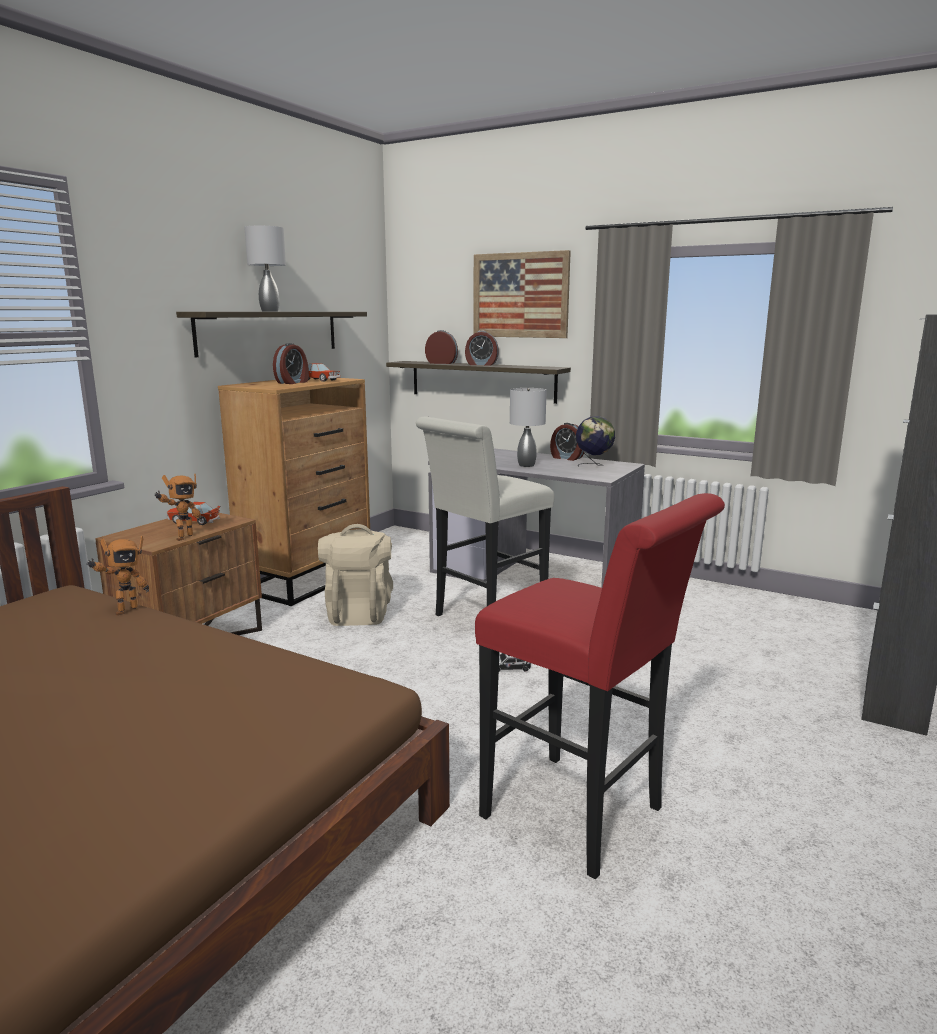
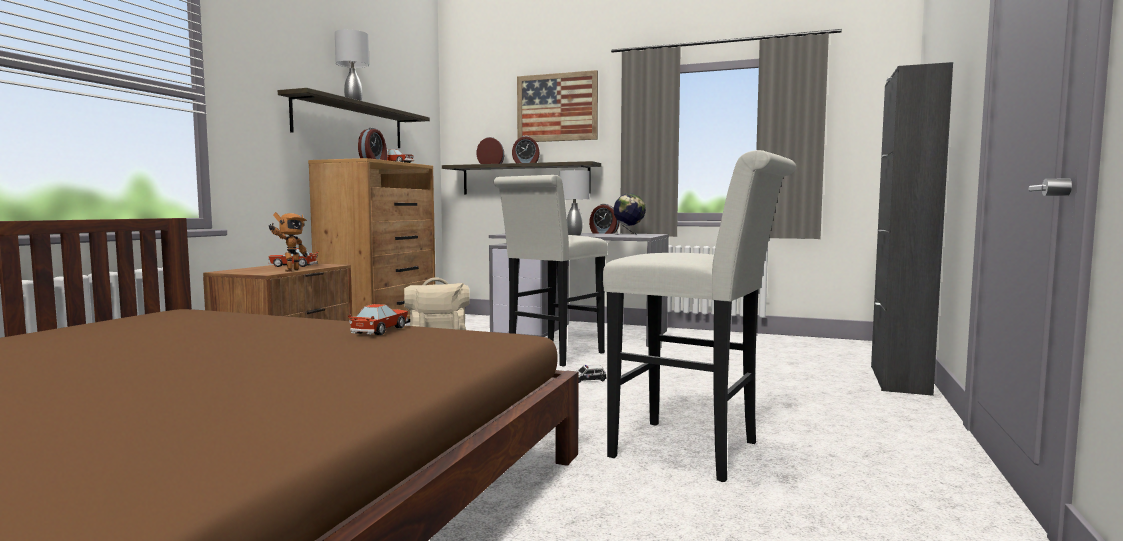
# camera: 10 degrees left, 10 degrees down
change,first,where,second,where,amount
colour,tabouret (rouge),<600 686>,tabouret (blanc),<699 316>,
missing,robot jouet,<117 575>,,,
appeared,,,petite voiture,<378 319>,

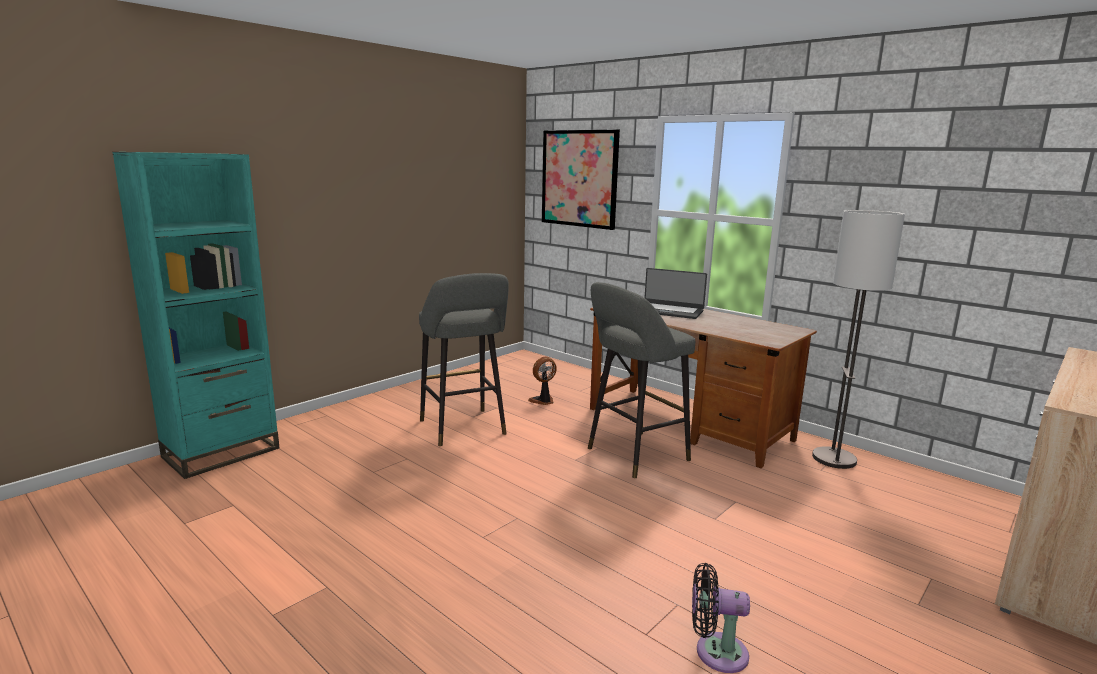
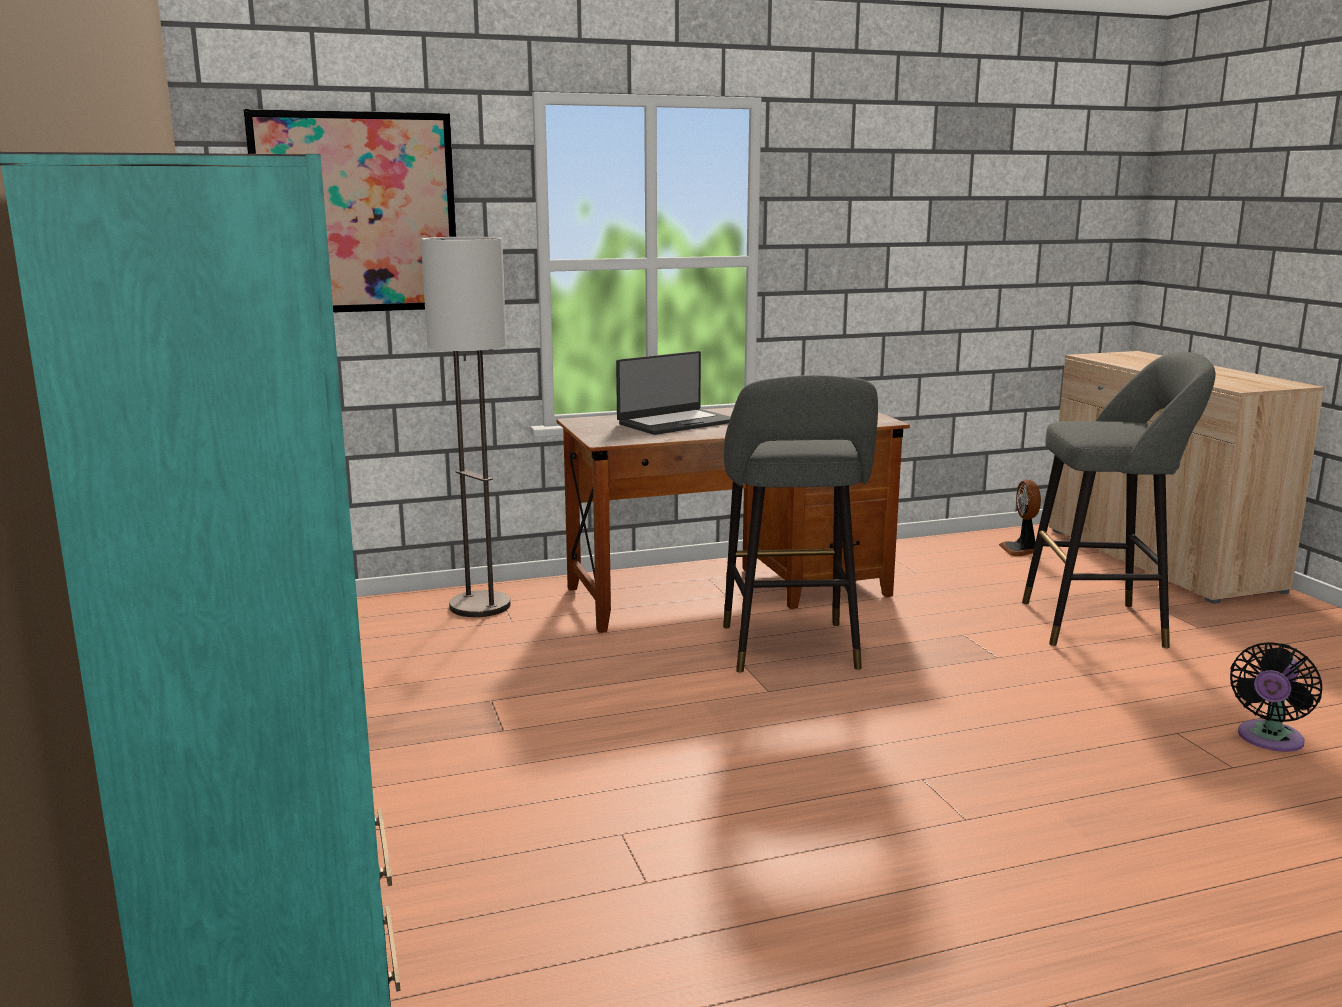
# camera: 60 degrees left, 0 degrees up
change,first,where,second,where,amount
relocated,lampadaire,<858 339>,,<465 427>,
relocated,tabouret (gris),<464 359>,,<1119 500>,
relocated,ventilateur,<542 381>,,<1020 517>,

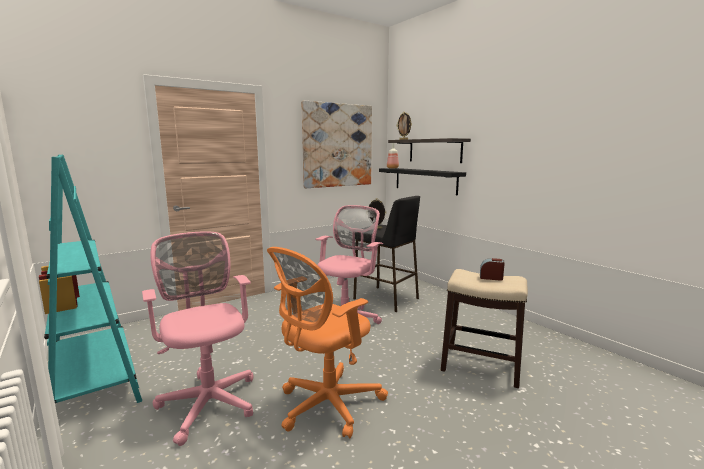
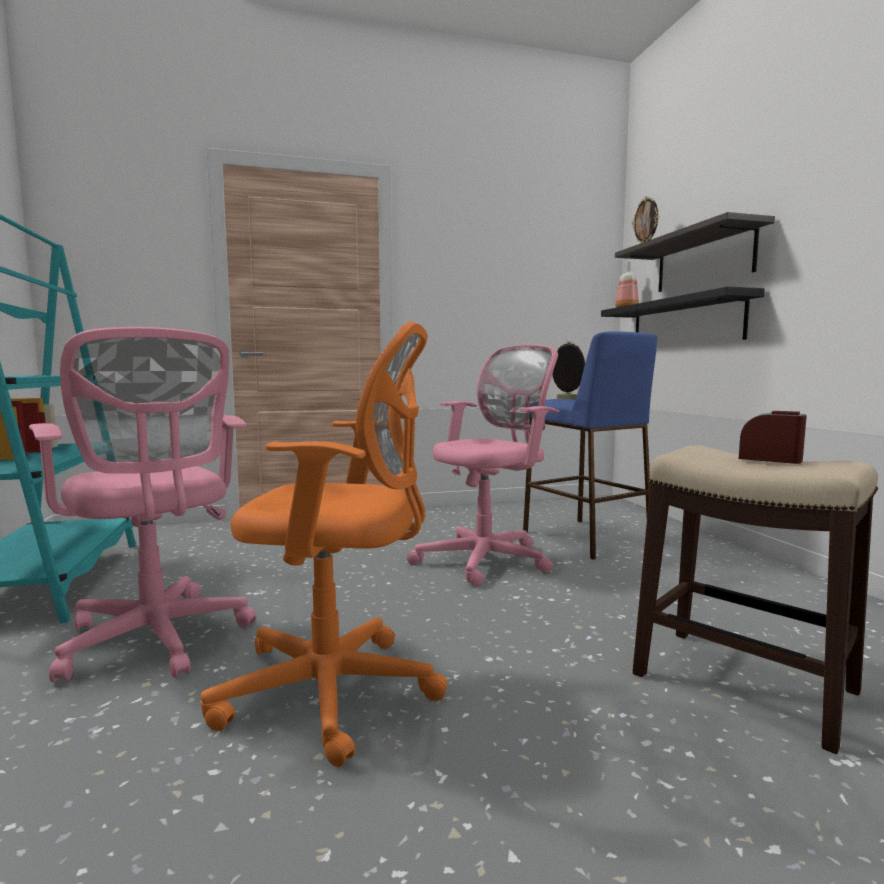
# camera: 20 degrees right, 5 degrees down
change,first,where,second,where,amount
missing,tableau,<336 144>,,,
colour,tabouret (noir),<386 254>,tabouret (bleu),<590 445>,
spun,chaise de bureau (rose),<197 338>,,<142 504>,150 degrees clockwise
spun,chaise de bureau (orange),<327 342>,,<324 544>,150 degrees counterclockwise

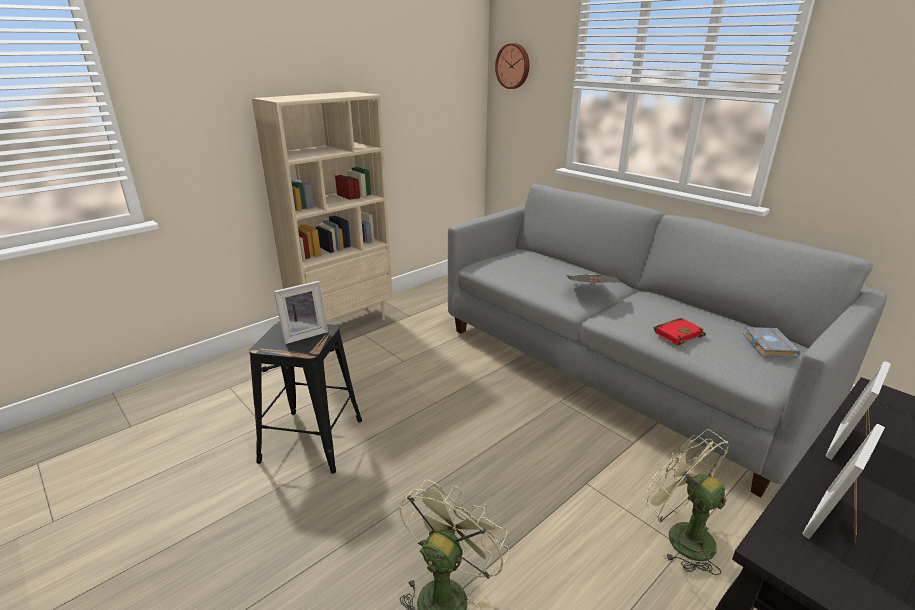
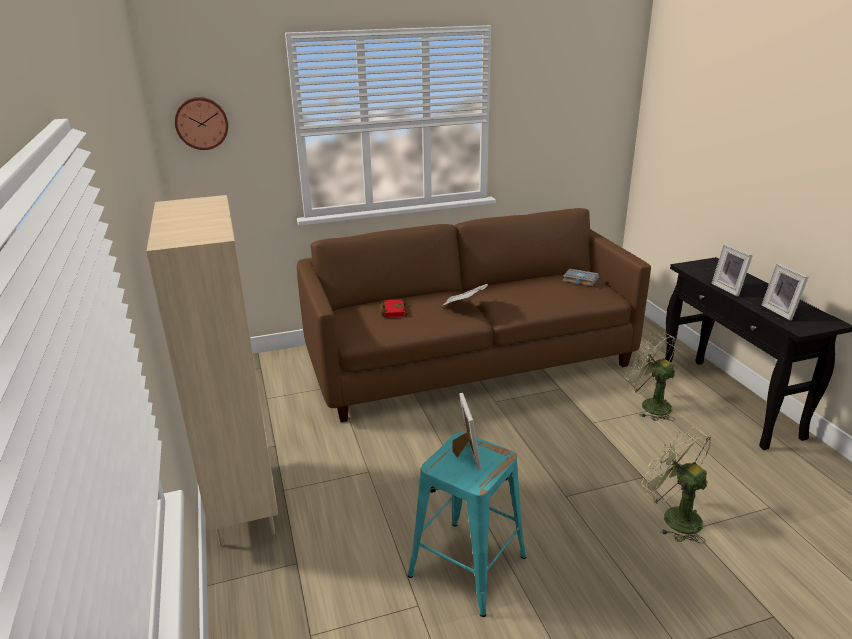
# camera: 65 degrees left, 0 degrees up
change,first,where,second,where,amount
colour,canapé (gris),<667 340>,canapé (marron),<474 315>,
relocated,livre (rouge),<680 331>,,<394 308>,
colour,tabouret (noir),<305 397>,tabouret (turquoise),<467 524>,
spun,ventilateur (vert),<686 502>,,<650 376>,60 degrees clockwise

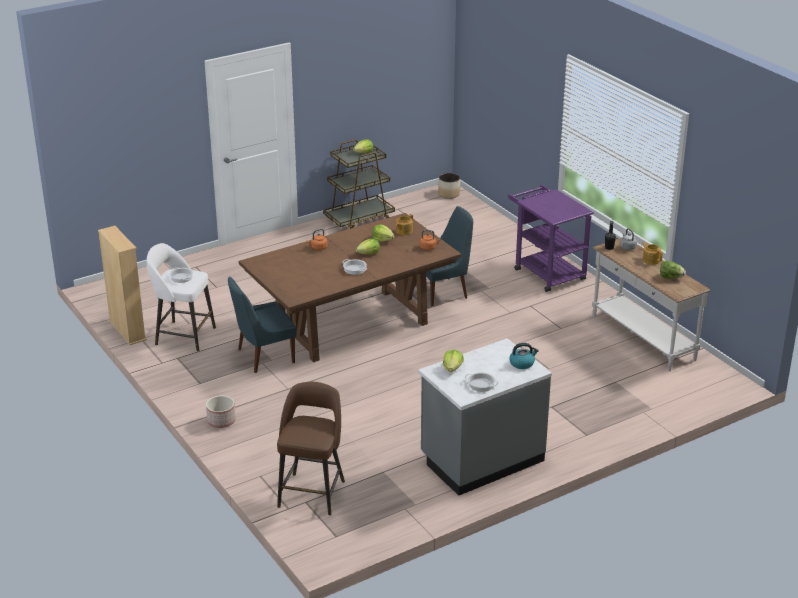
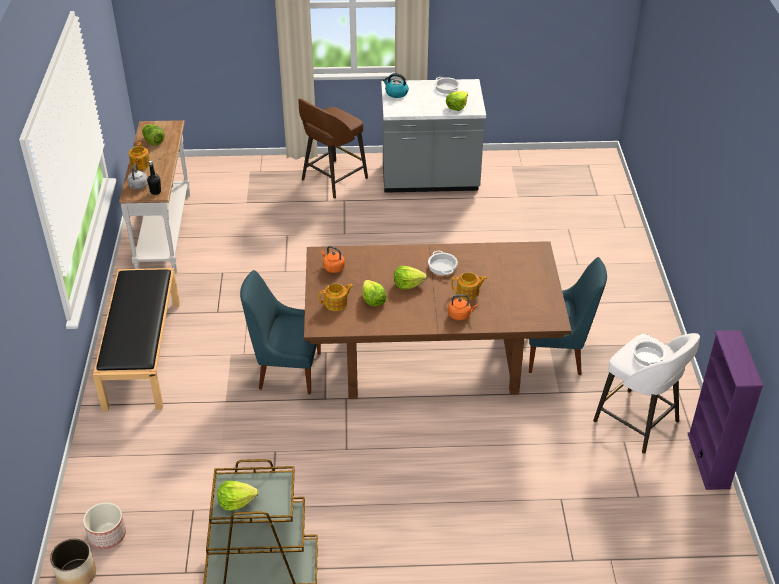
# camera: 150 degrees left, 10 degrees up
change,first,where,second,where,amount
exchanged,chariot (violet),<551 238>,banc (noir),<136 339>,
colour,bibliothèque (beige),<122 285>,bibliothèque (violet),<726 410>,
relocated,tabouret (marron),<311 448>,,<333 148>,
relocated,cache-pot,<221 412>,,<104 525>,
appeared,,,théière,<469 286>,

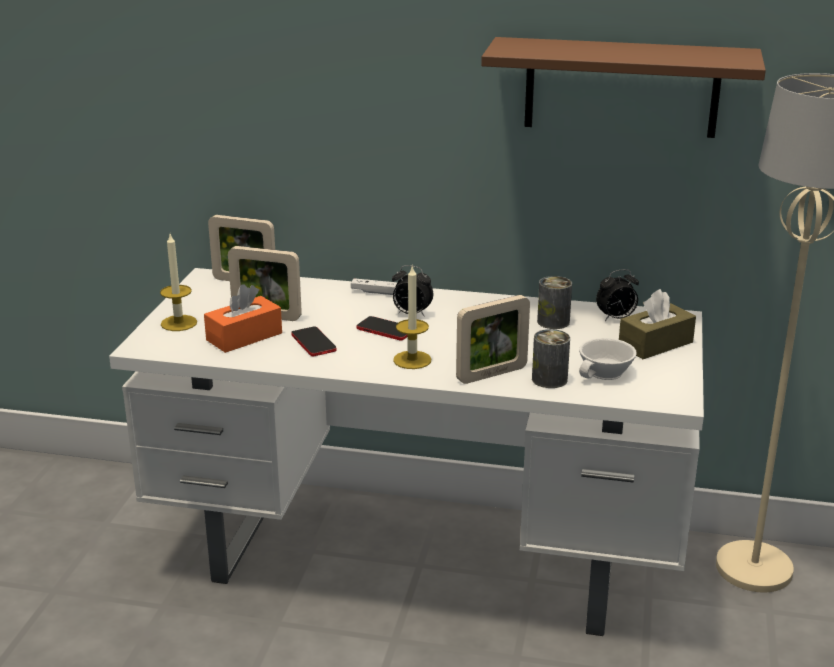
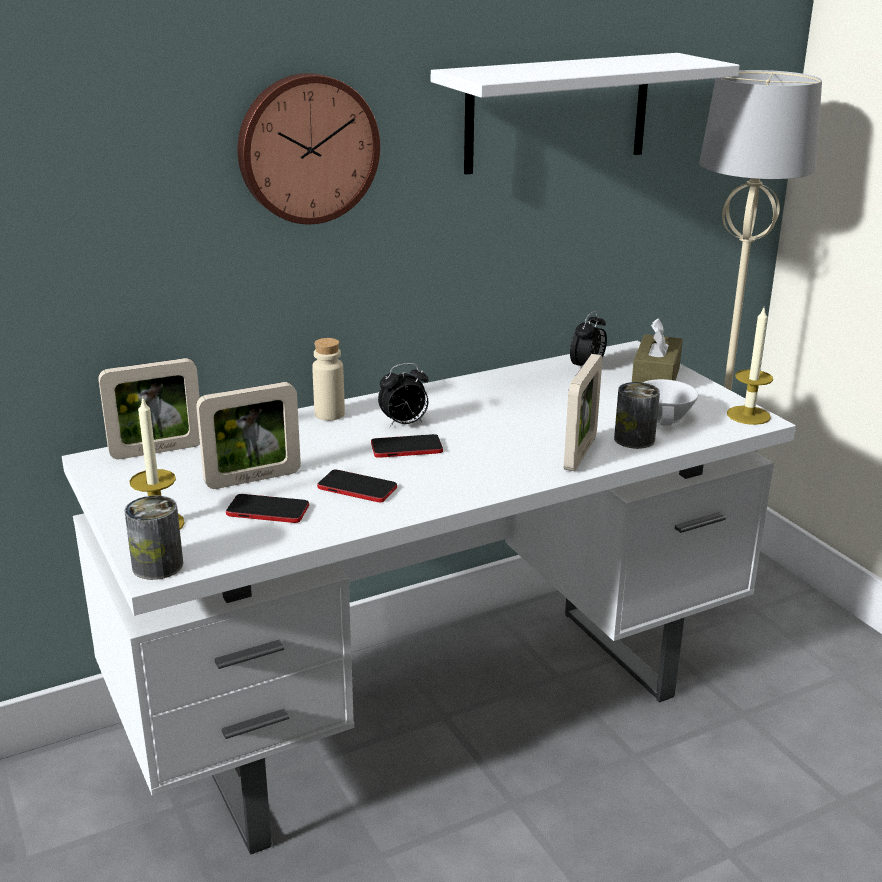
# camera: 40 degrees left, 0 degrees up
change,first,where,second,where,amount
colour,étagère (marron),<623 87>,étagère (blanc),<585 114>,
relocated,bougie,<412 318>,,<750 366>,
relocated,boîte métallique,<554 302>,,<153 537>,
exchanged,manette (blanc),<374 286>,bouteille (beige),<328 379>,
exchanged,boîte à mouchoirs (orange),<243 318>,téléphone,<267 508>,
appeared,,,horloge murale,<309 148>,

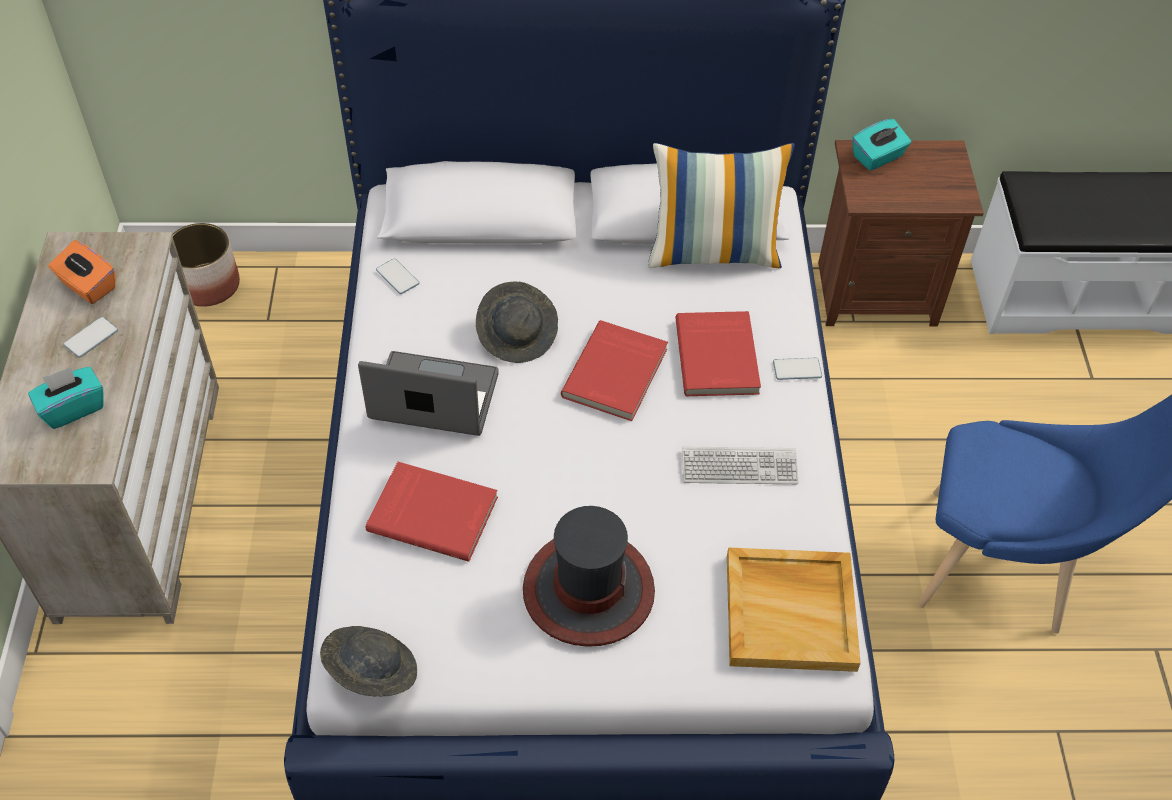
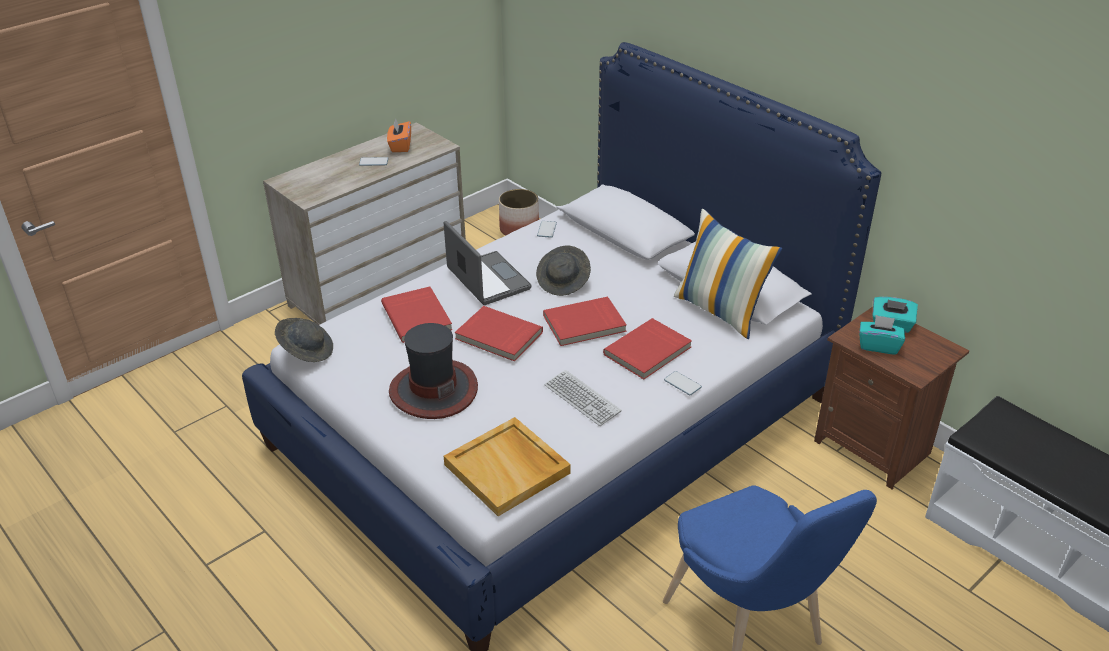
# camera: 50 degrees right, 15 degrees down
change,first,where,second,where,amount
relocated,boîte à mouchoirs (turquoise),<66 398>,,<882 335>,
appeared,,,livre (rouge),<499 333>,

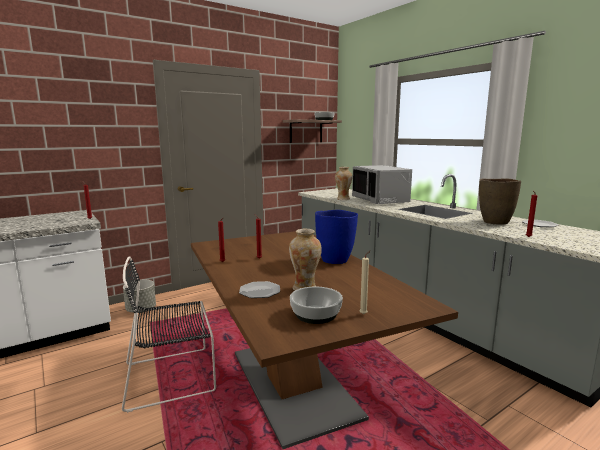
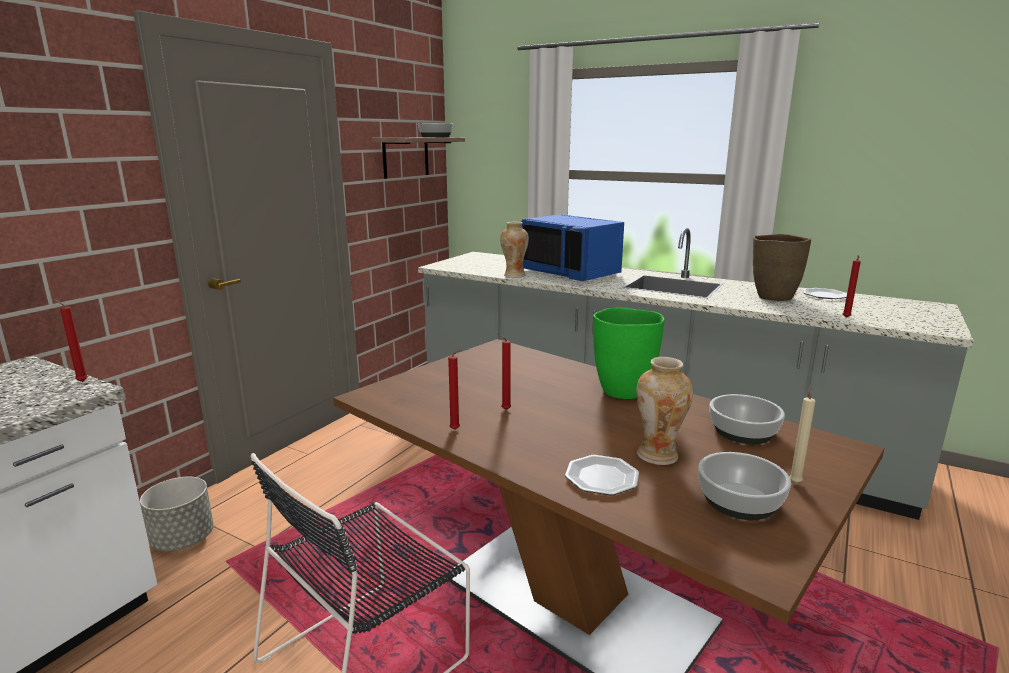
# camera: 25 degrees left, 5 degrees up
change,first,where,second,where,amount
colour,micro-ondes (gris),<382 184>,micro-ondes (bleu),<573 247>,
colour,vase (bleu),<336 237>,vase (vert),<629 353>,
appeared,,,bol,<747 419>,

